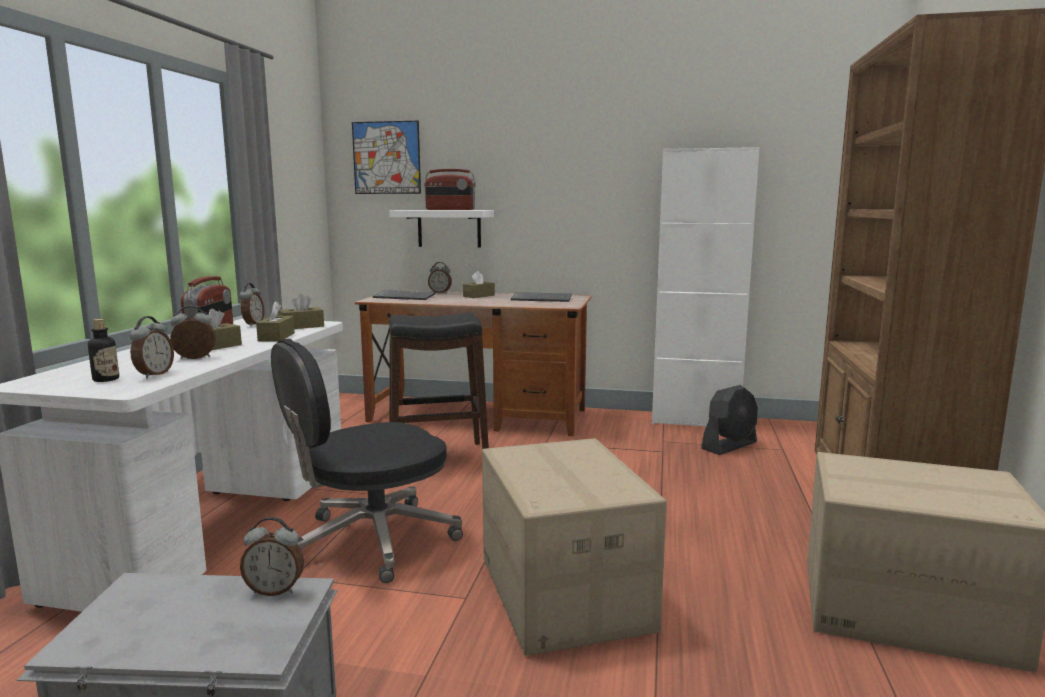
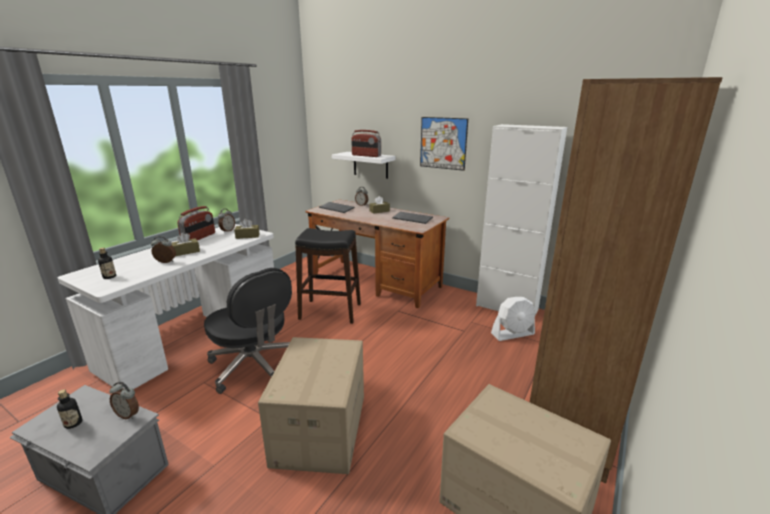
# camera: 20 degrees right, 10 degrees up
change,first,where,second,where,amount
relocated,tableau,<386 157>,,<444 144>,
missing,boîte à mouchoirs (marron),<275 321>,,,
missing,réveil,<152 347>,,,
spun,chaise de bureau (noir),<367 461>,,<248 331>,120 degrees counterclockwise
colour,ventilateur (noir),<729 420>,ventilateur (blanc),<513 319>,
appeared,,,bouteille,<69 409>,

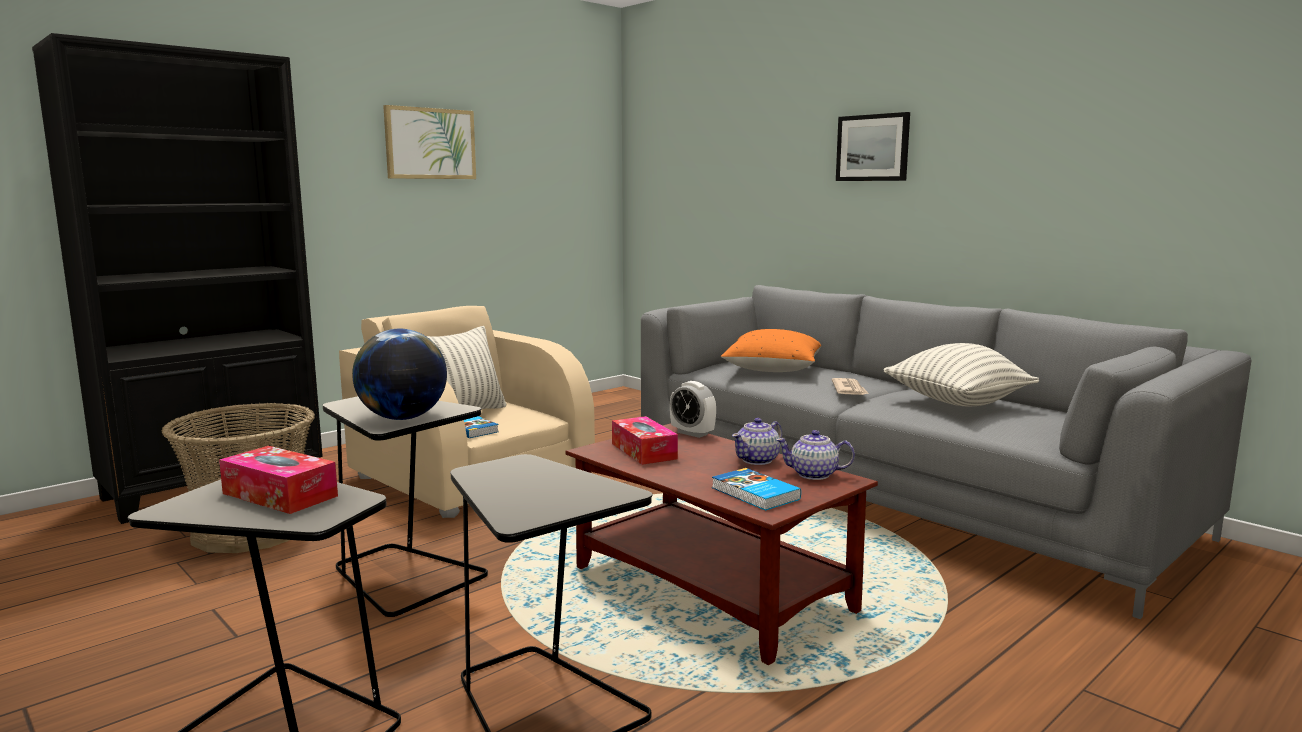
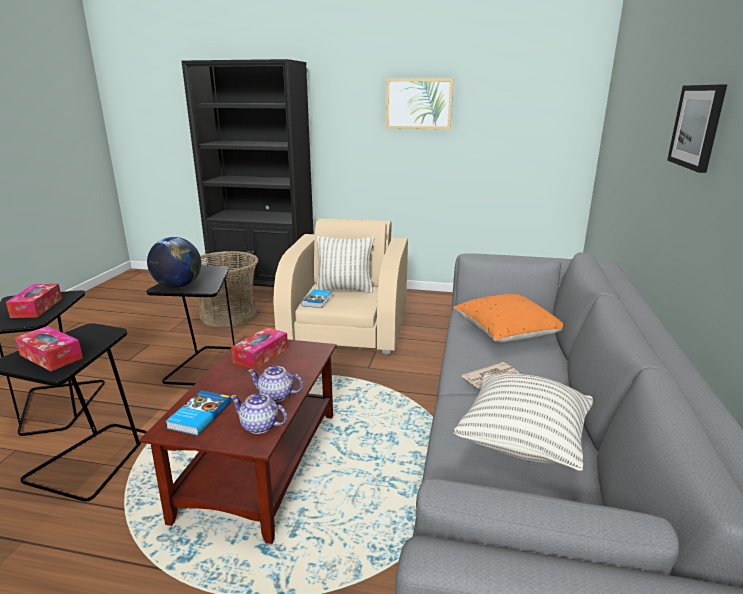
# camera: 55 degrees right, 10 degrees up
change,first,where,second,where,amount
missing,réveil,<693 409>,,,
spun,théière,<815 455>,,<258 413>,45 degrees counterclockwise
appeared,,,boîte à mouchoirs,<49 348>,

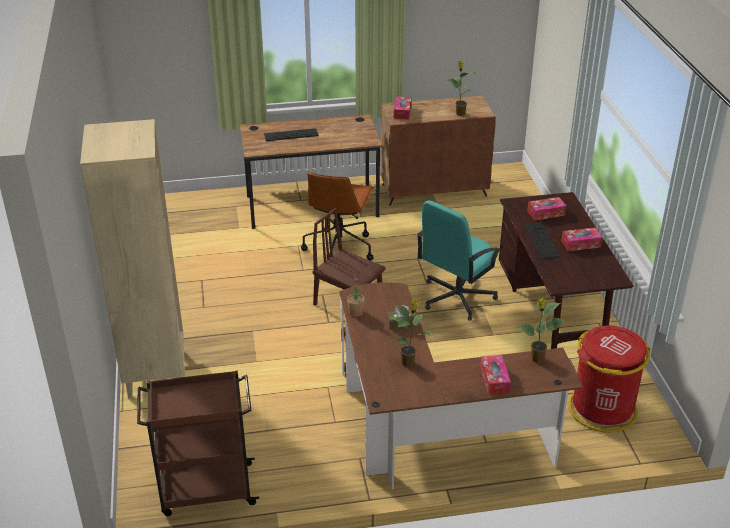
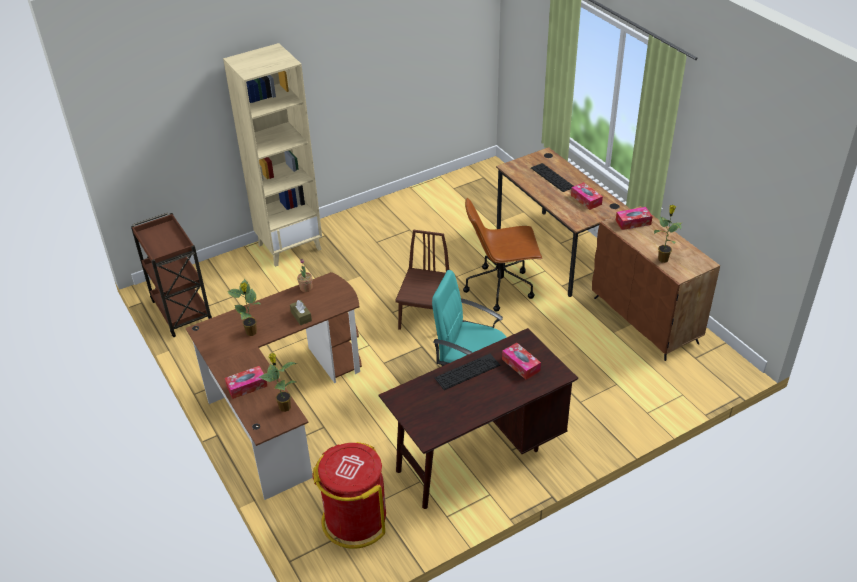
# camera: 70 degrees right, 5 degrees up
change,first,where,second,where,amount
relocated,boîte à mouchoirs,<582 239>,,<587 196>,

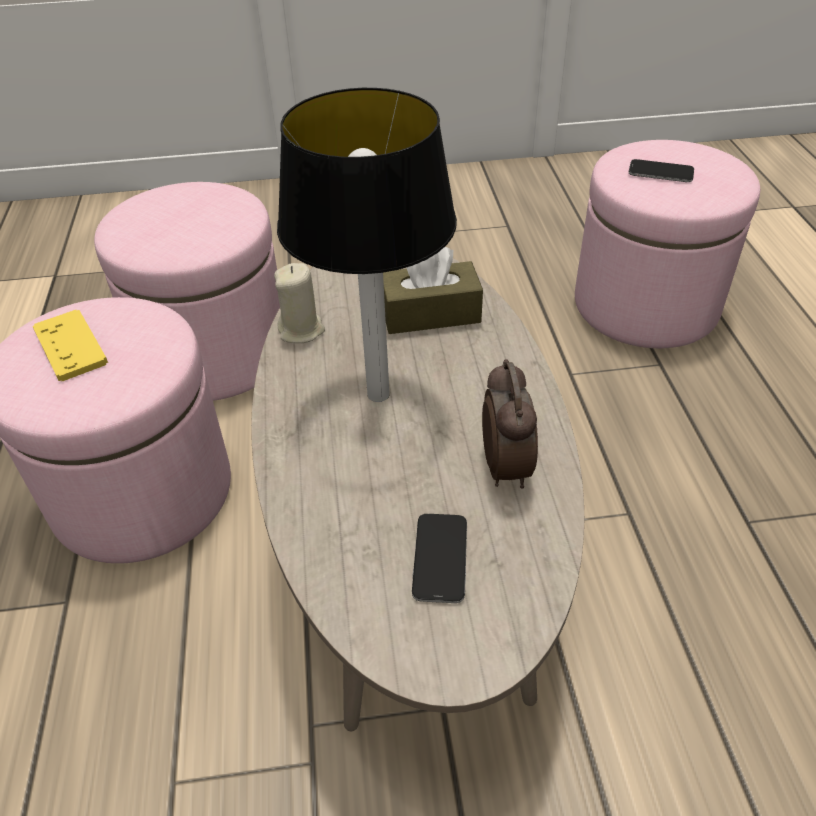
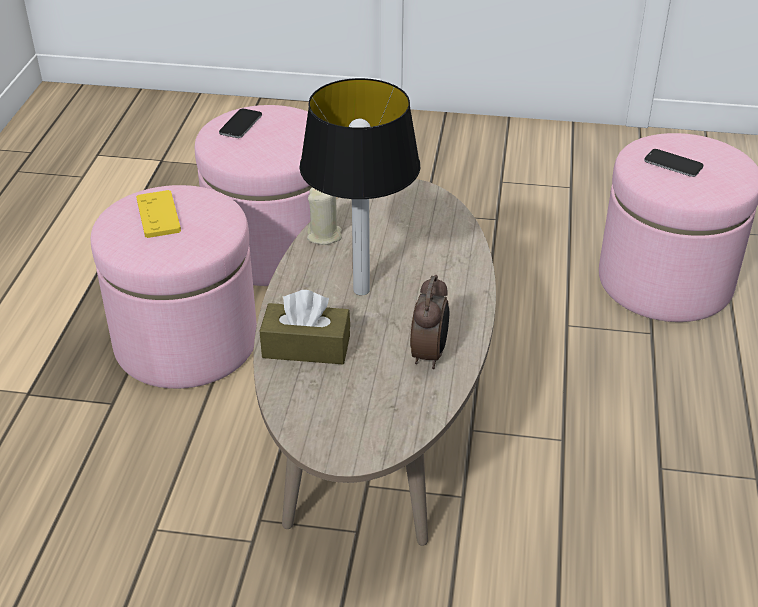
# camera: 15 degrees right, 5 degrees down
change,first,where,second,where,amount
relocated,boîte à mouchoirs (marron),<433 290>,,<305 327>,
relocated,téléphone,<439 558>,,<240 123>,

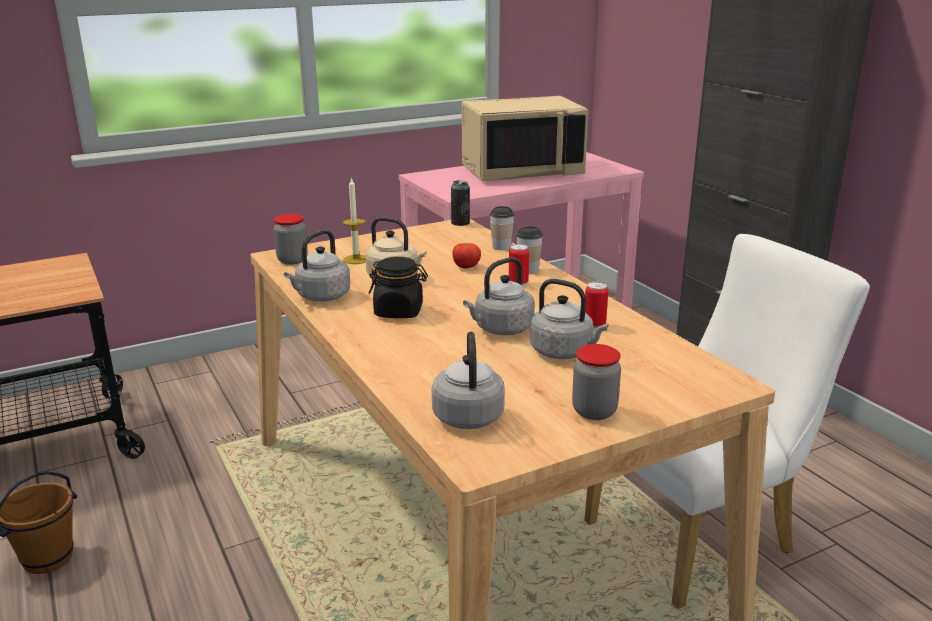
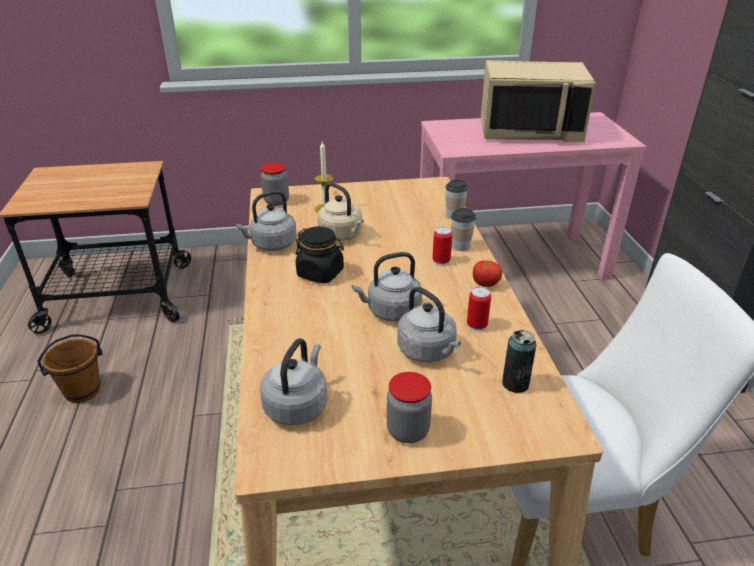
# camera: 20 degrees right, 10 degrees up
change,first,where,second,where,amount
relocated,boîte métallique,<460 203>,,<519 361>,
relocated,tomate,<466 255>,,<487 274>,

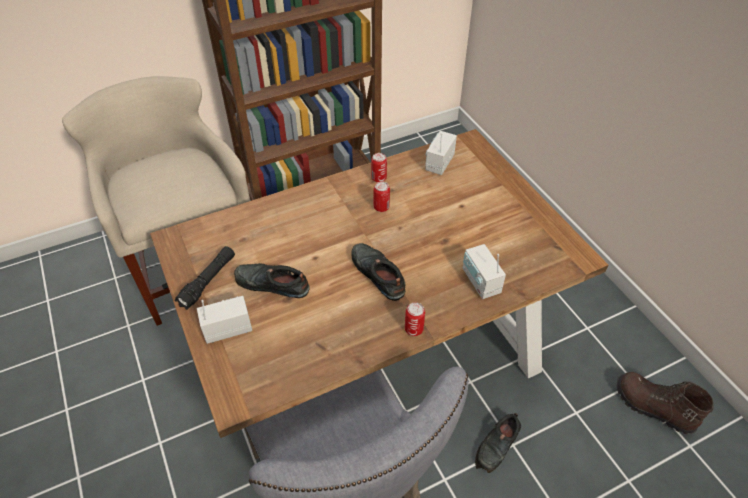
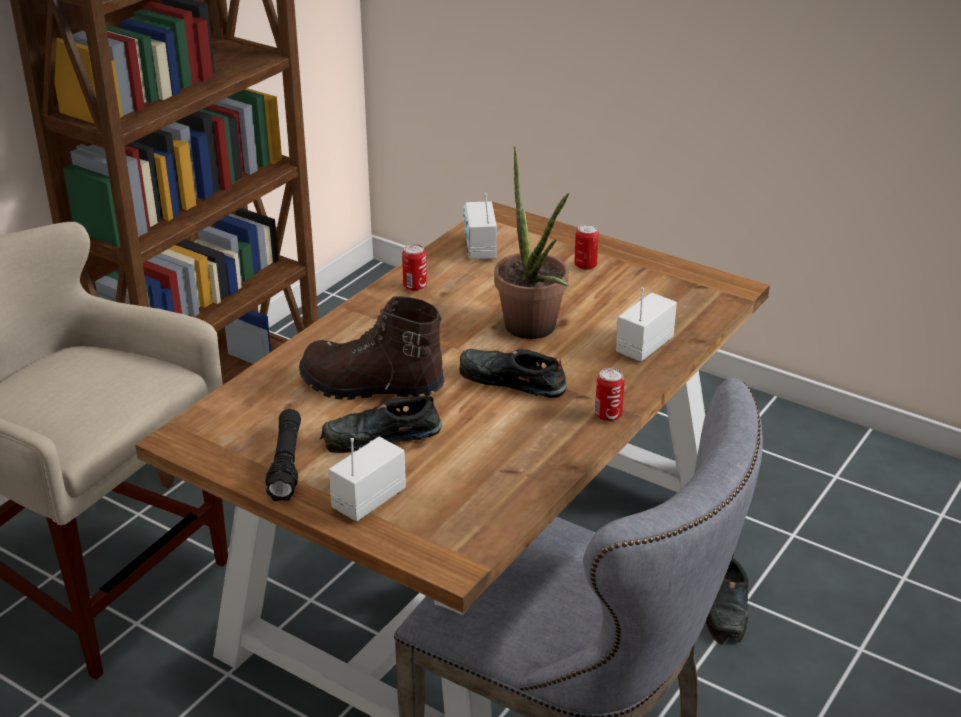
# camera: 30 degrees left, 15 degrees down
change,first,where,second,where,amount
relocated,boîte métallique,<382 196>,,<586 247>,
spun,radio,<484 271>,,<646 324>,90 degrees clockwise
relocated,botte (marron),<665 403>,,<372 348>,
appeared,,,plante en pot,<531 242>,

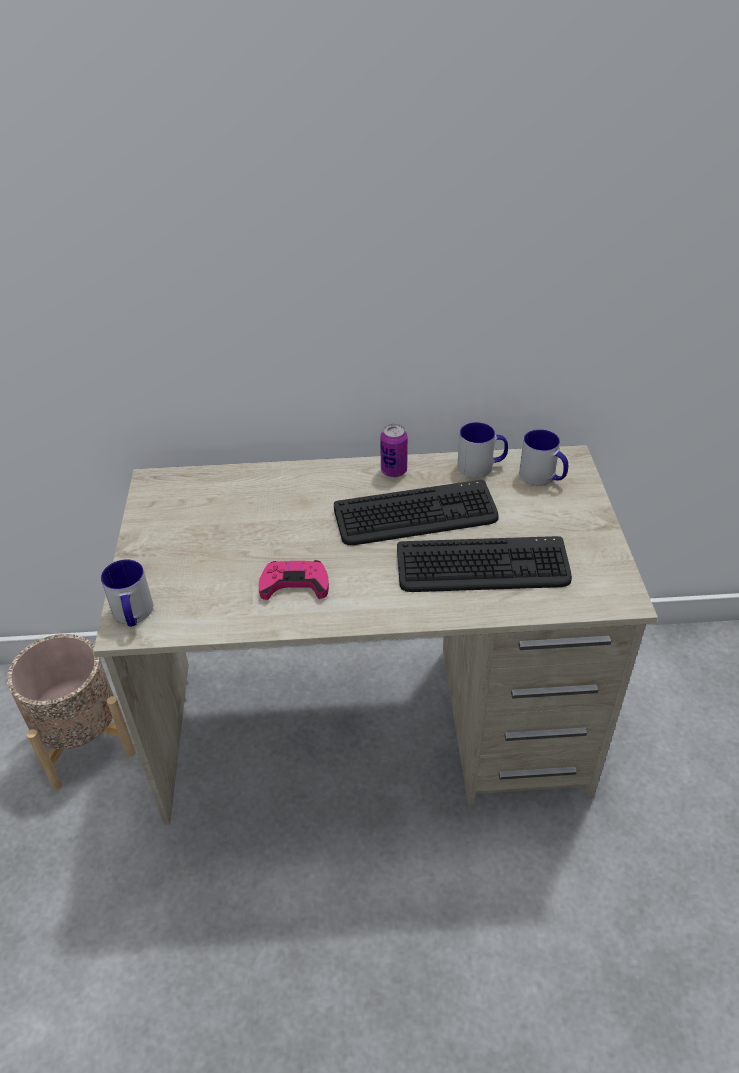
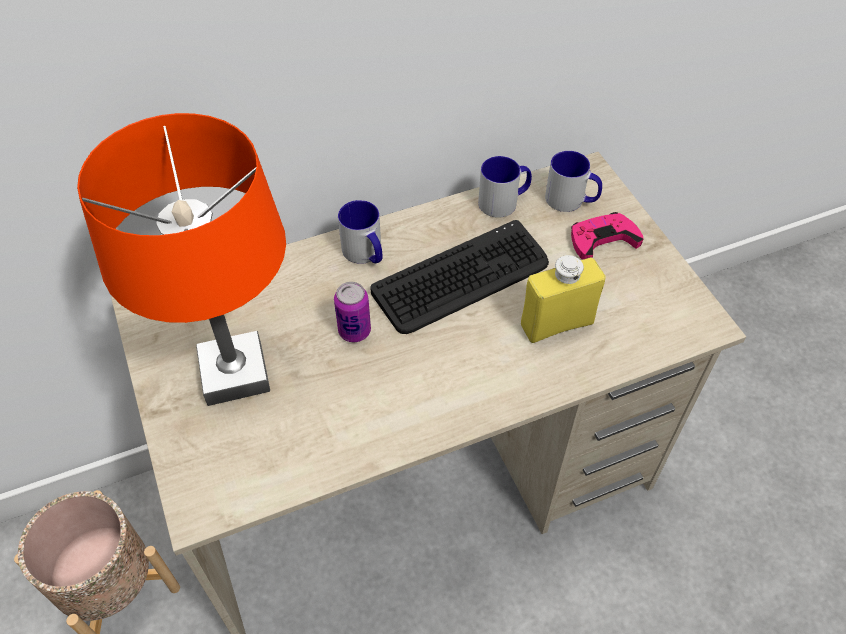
# camera: 20 degrees left, 10 degrees up
change,first,where,second,where,amount
relocated,boîte métallique,<394 450>,,<352 312>,
exchanged,clavier,<484 564>,bouteille (jaune),<563 299>,
relocated,mug,<127 593>,,<360 232>,
relocated,manette (rose),<294 580>,,<607 236>,
appeared,,,lampe de table (orange),<181 259>,

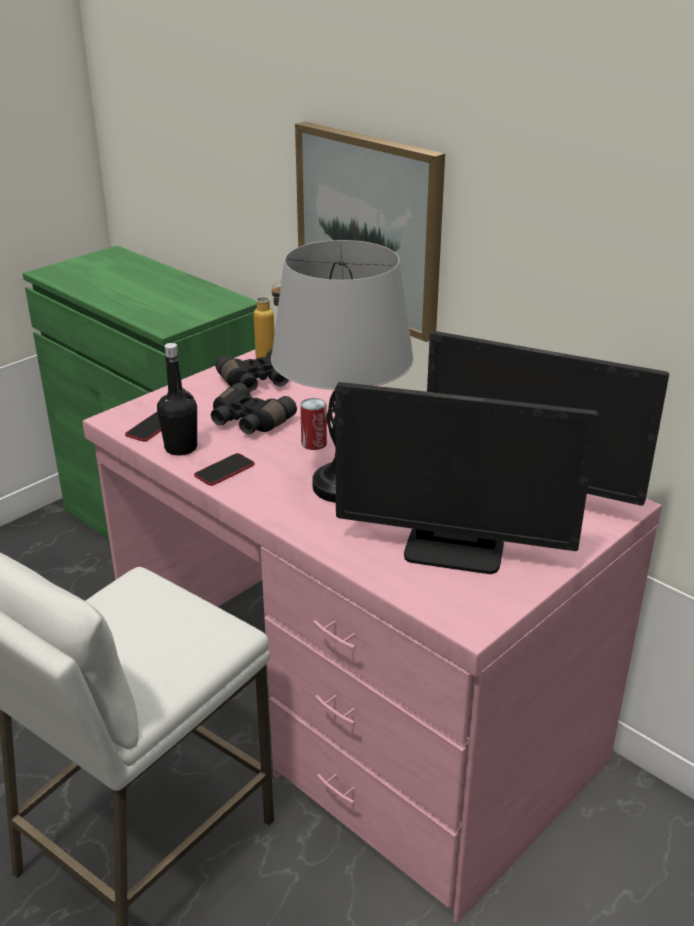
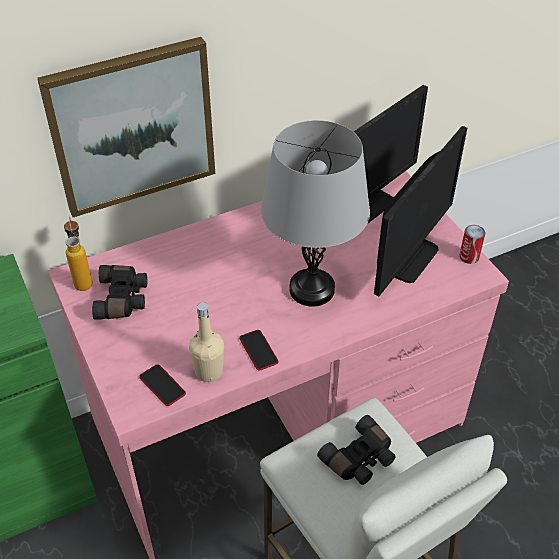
# camera: 70 degrees left, 15 degrees up
change,first,where,second,where,amount
colour,bouteille (noir),<177 399>,bouteille (beige),<206 342>,
relocated,jumelles (noir),<254 408>,,<356 450>,
relocated,boîte métallique,<313 424>,,<472 244>,

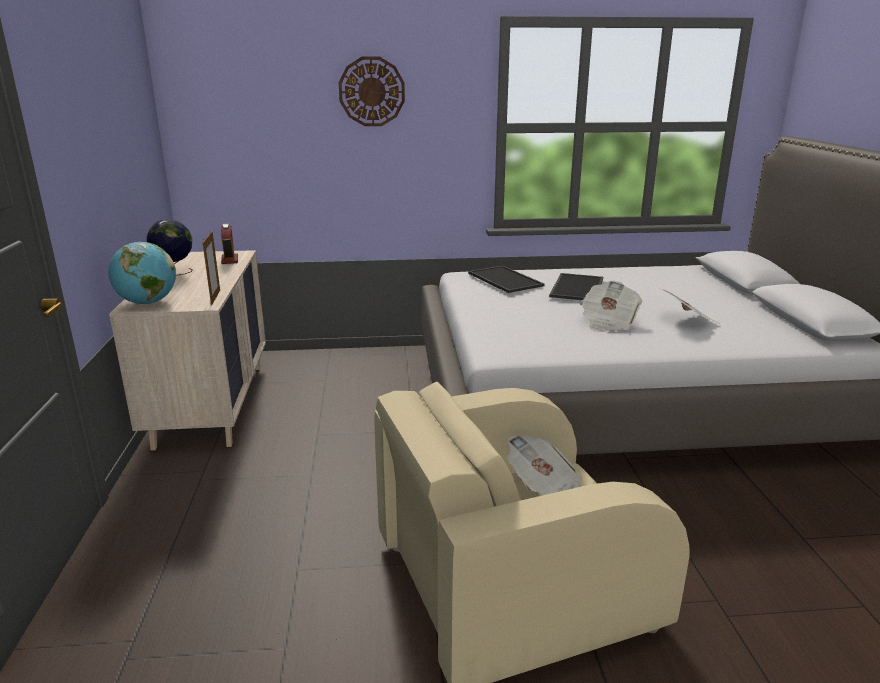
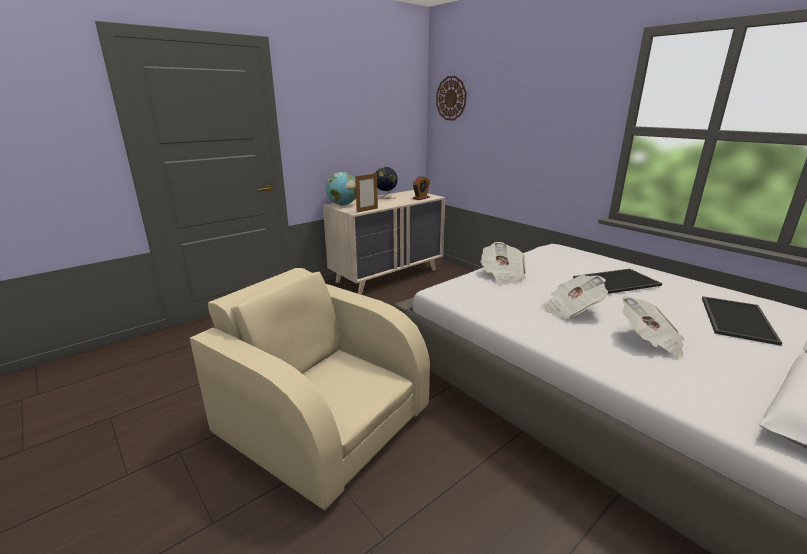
# camera: 55 degrees right, 0 degrees up
change,first,where,second,where,amount
relocated,horloge murale,<372 91>,,<451 98>,
relocated,plateau,<506 279>,,<742 321>,
relocated,journal,<545 465>,,<503 263>,

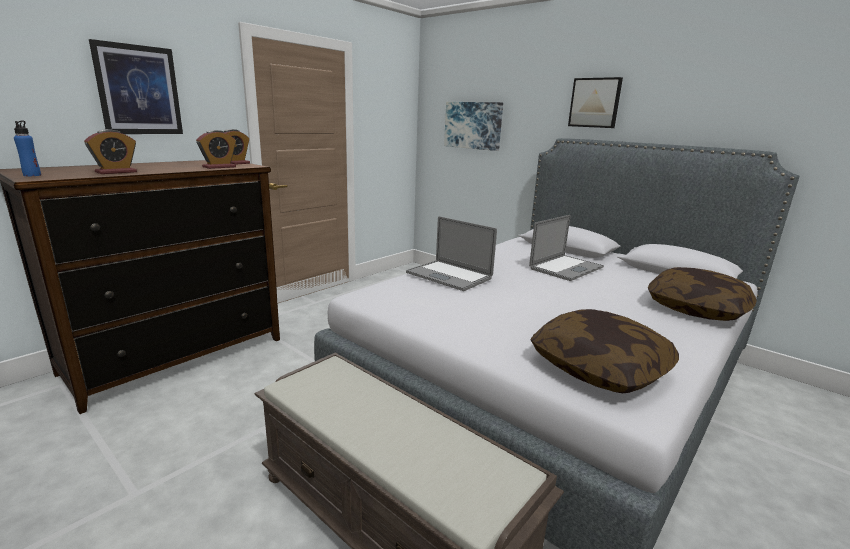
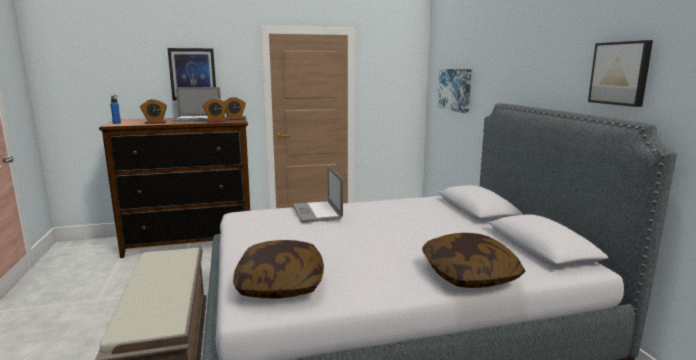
# camera: 35 degrees right, 5 degrees down
change,first,where,second,where,amount
relocated,tableau,<595 102>,,<620 73>,
relocated,ordinateur portable,<566 248>,,<197 104>,

